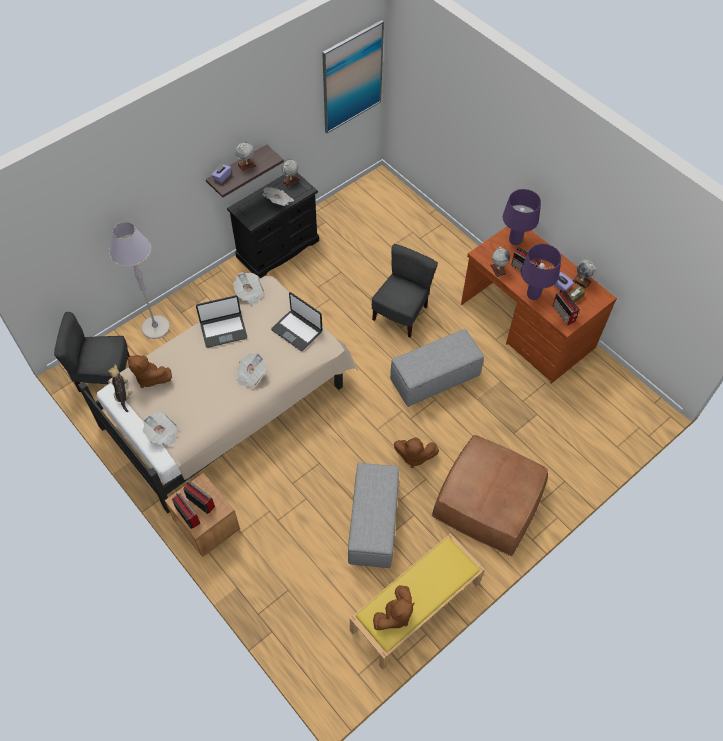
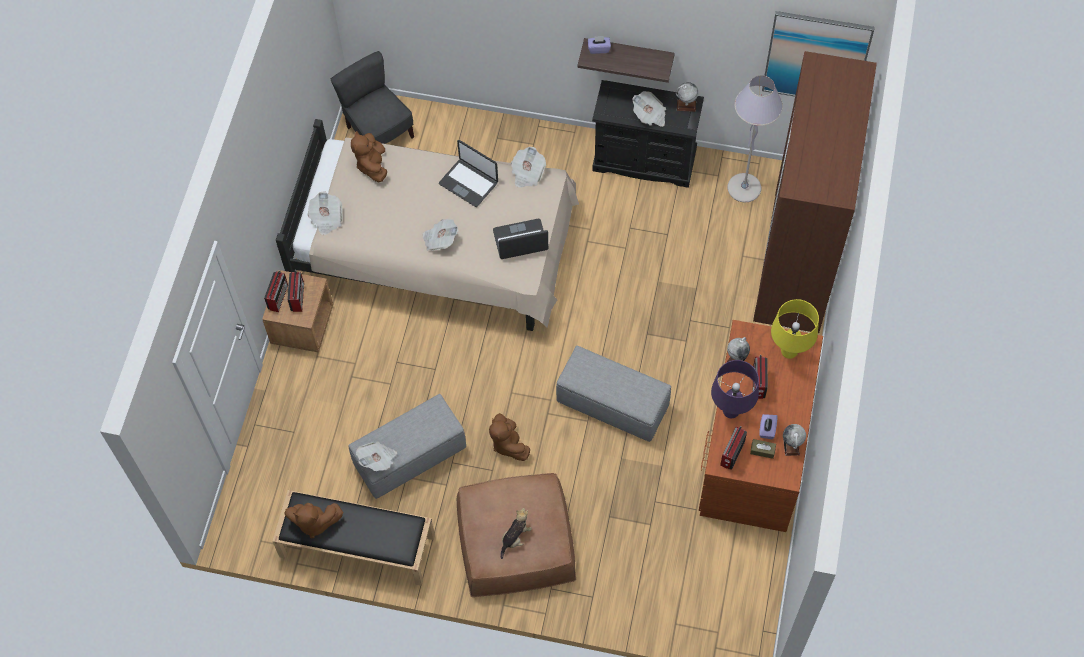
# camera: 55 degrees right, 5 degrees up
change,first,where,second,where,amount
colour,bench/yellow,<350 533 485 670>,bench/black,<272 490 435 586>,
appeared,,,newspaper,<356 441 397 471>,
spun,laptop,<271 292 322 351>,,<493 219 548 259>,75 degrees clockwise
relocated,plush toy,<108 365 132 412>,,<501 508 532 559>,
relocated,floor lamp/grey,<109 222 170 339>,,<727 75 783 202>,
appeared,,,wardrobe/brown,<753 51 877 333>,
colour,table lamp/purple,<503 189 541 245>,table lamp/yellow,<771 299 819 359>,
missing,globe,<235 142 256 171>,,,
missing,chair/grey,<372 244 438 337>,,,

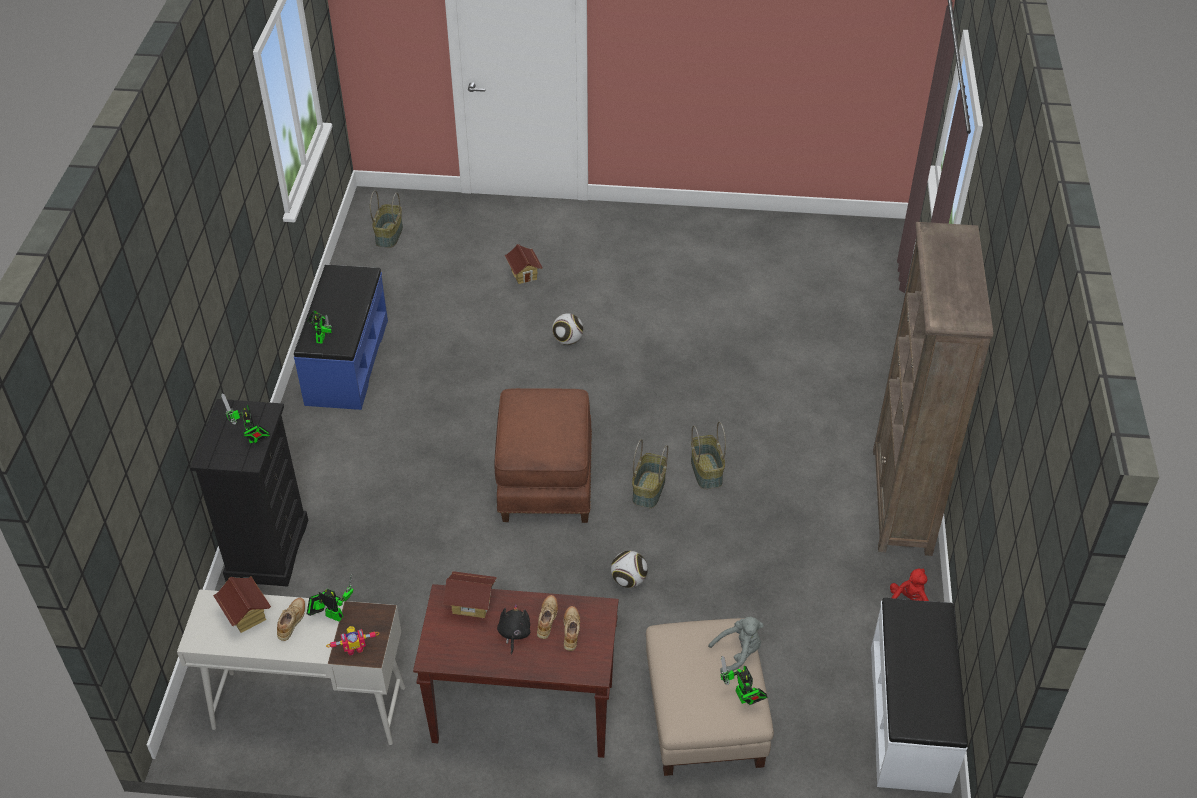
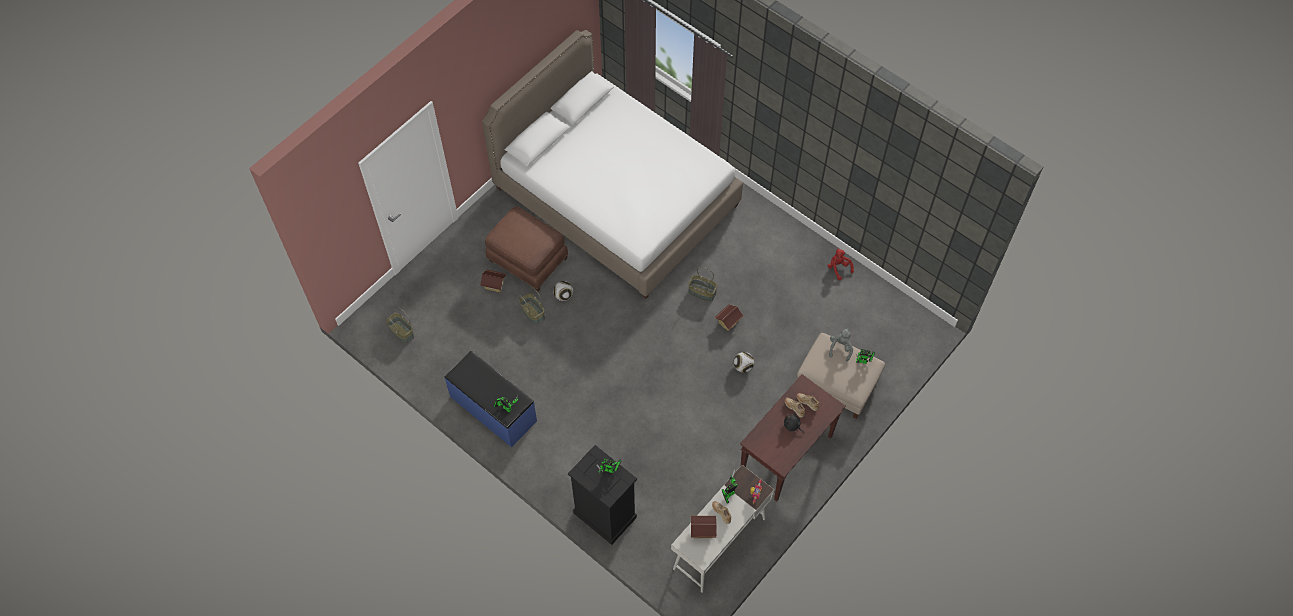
# camera: 55 degrees left, 15 degrees up
change,first,where,second,where,amount
appeared,,,bed/white,<482 30 743 299>,
relocated,ottoman/brown,<495 388 592 523>,,<485 206 568 292>,
relocated,basket,<632 439 668 508>,,<519 287 545 325>,
relocated,toy house,<443 571 497 618>,,<715 304 744 331>,
missing,bench/white,<871 598 968 793>,,,
missing,bookcase/brown,<873 222 993 556>,,,

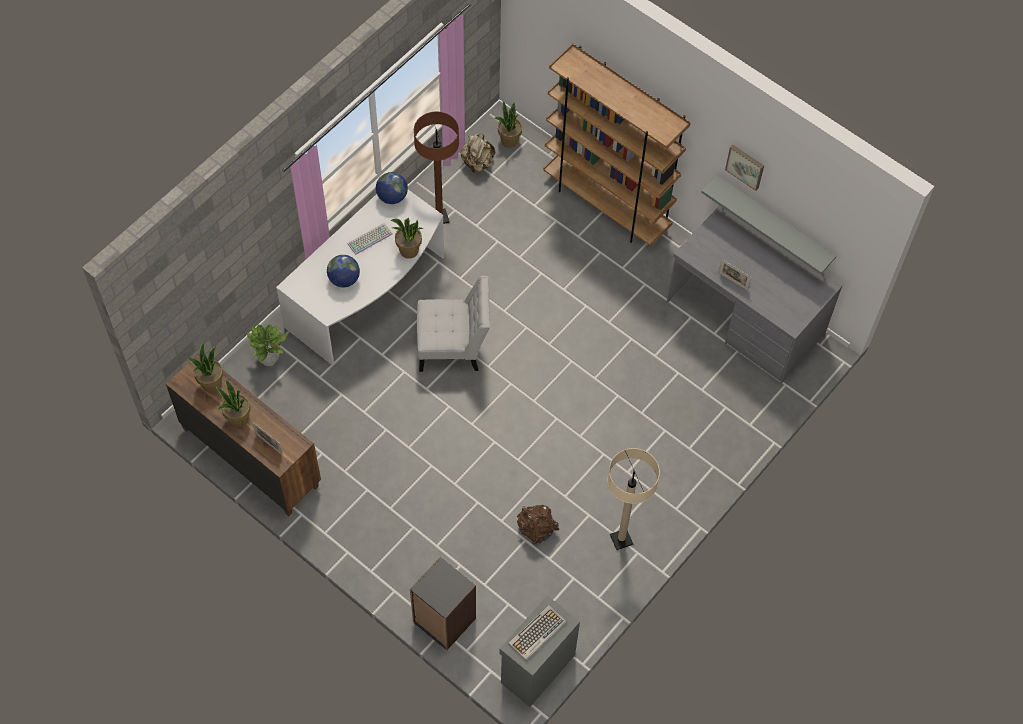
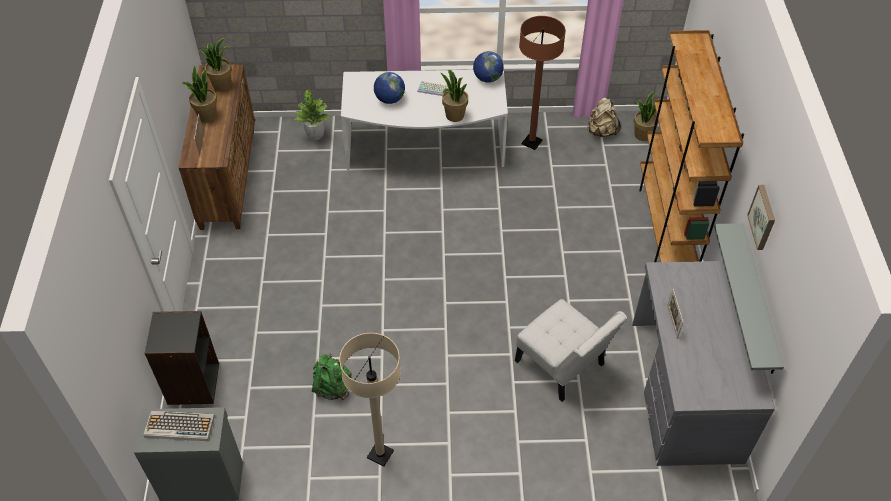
# camera: 50 degrees right, 10 degrees down
change,first,where,second,where,amount
colour,backpack/brown,<517 505 559 545>,backpack/green,<312 354 352 400>,
relocated,chair/white,<417 275 490 372>,,<515 299 627 402>,

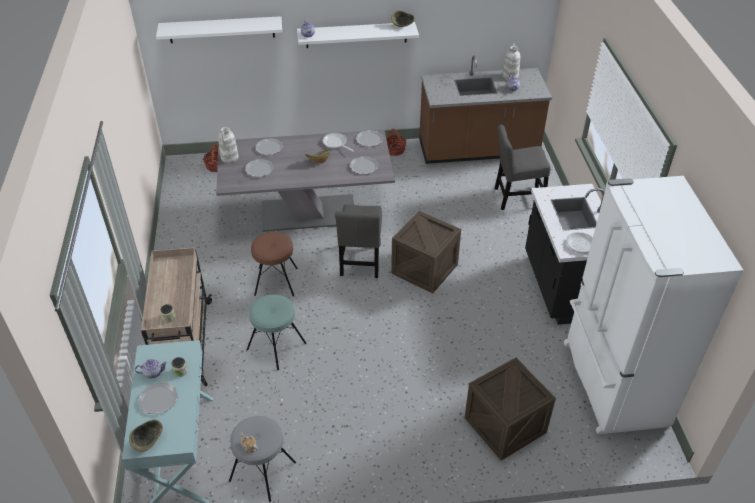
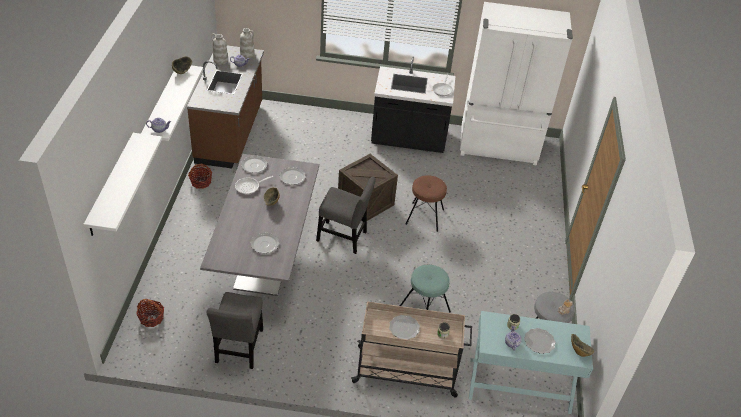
# camera: 80 degrees left, 0 degrees up
change,first,where,second,where,amount
relocated,chair/grey,<495 125 550 210>,,<207 292 263 369>,
relocated,vase/white,<218 127 239 163>,,<240 28 255 58>,
relocated,plate,<255 138 283 155>,,<389 315 420 340>,
relocated,stool/brown,<251 232 298 296>,,<406 175 447 232>,
missing,crate,<464 358 556 461>,,,

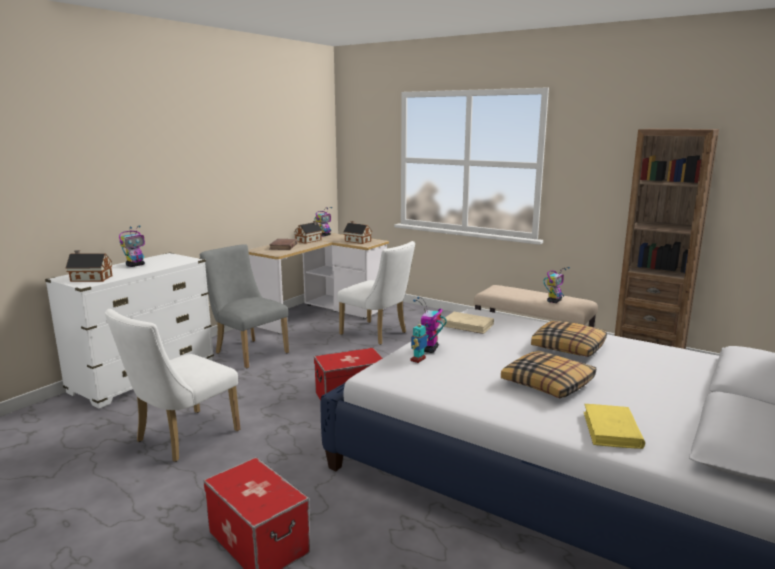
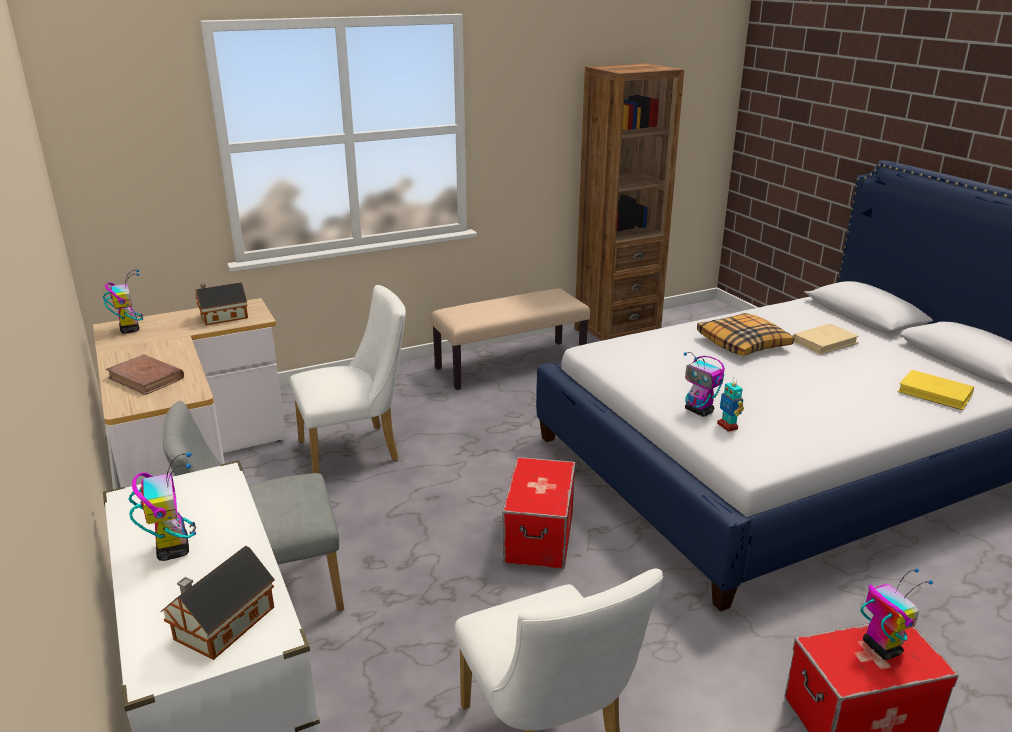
# camera: 60 degrees left, 10 degrees up
change,first,where,second,where,amount
relocated,book/beige,<442 312 494 334>,,<793 324 859 355>,
relocated,toy robot,<543 267 570 303>,,<861 568 933 660>,
missing,toy house,<294 221 323 244>,,,
missing,pillow,<501 351 596 398>,,,

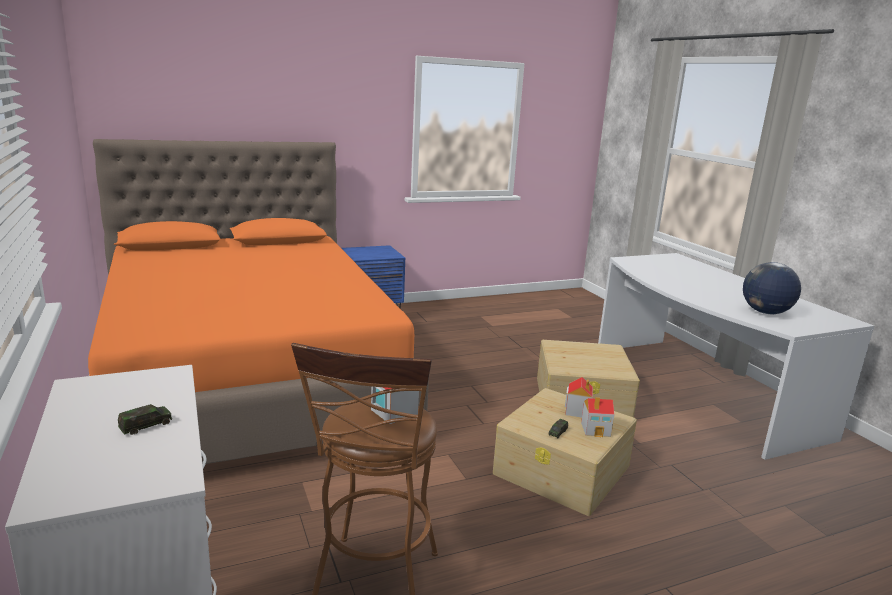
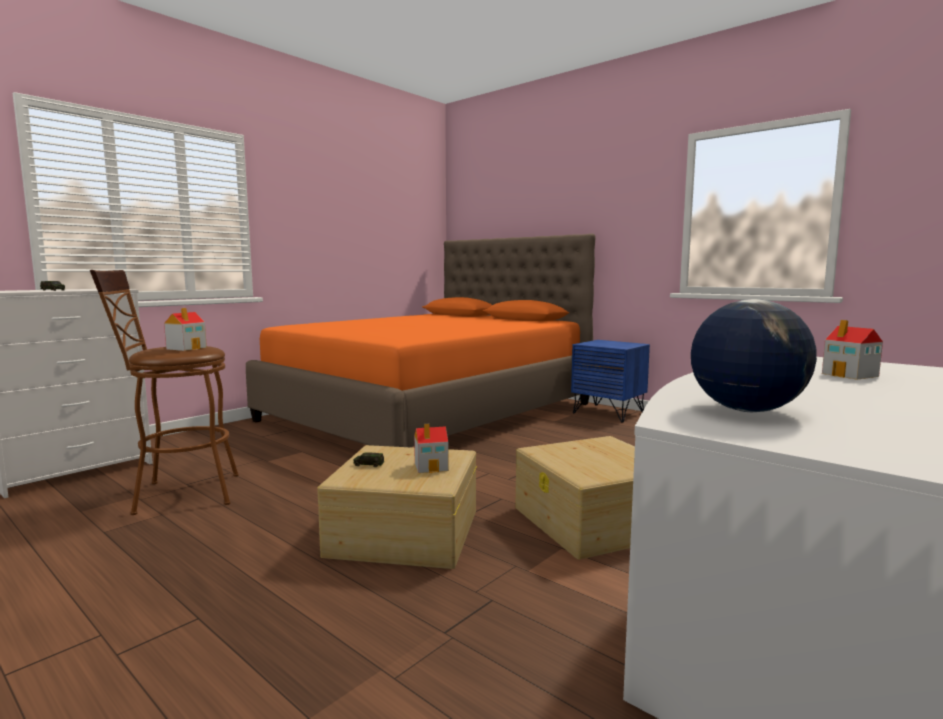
# camera: 65 degrees right, 10 degrees down
change,first,where,second,where,amount
relocated,toy house,<581 397 614 437>,,<822 320 883 380>,

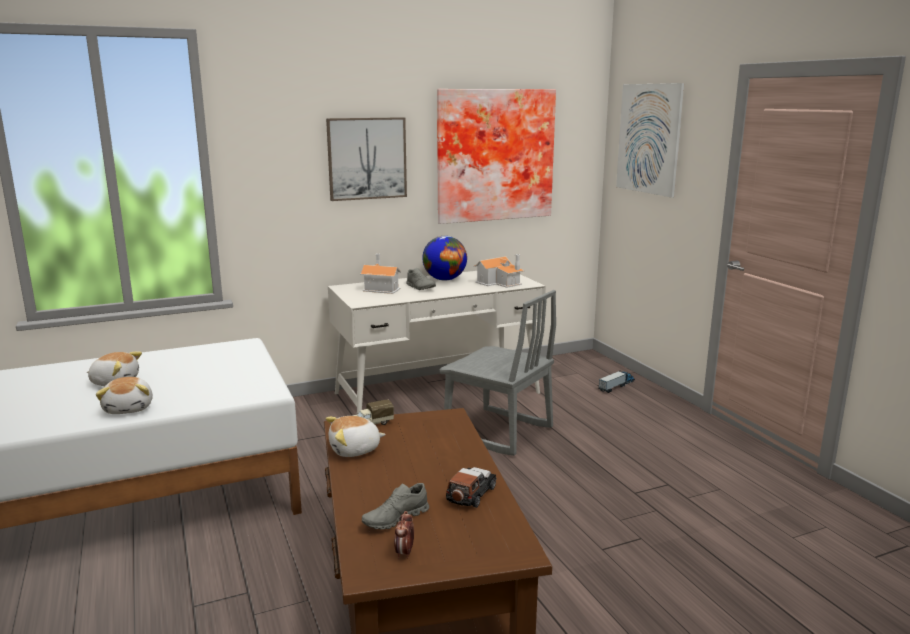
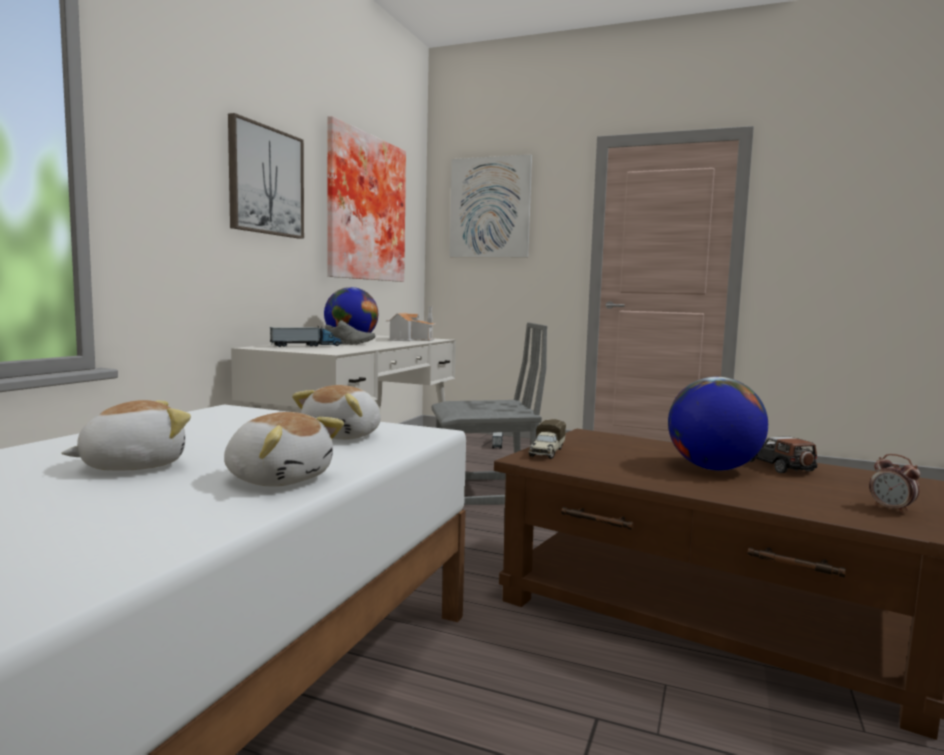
# camera: 45 degrees left, 10 degrees down
change,first,where,second,where,amount
exchanged,toy house,<360 254 401 294>,toy truck,<270 326 342 347>,
relocated,plush toy,<325 416 386 457>,,<292 385 381 440>,
appeared,,,globe,<668 377 768 471>,
missing,shoe/grey,<362 483 429 530>,,,

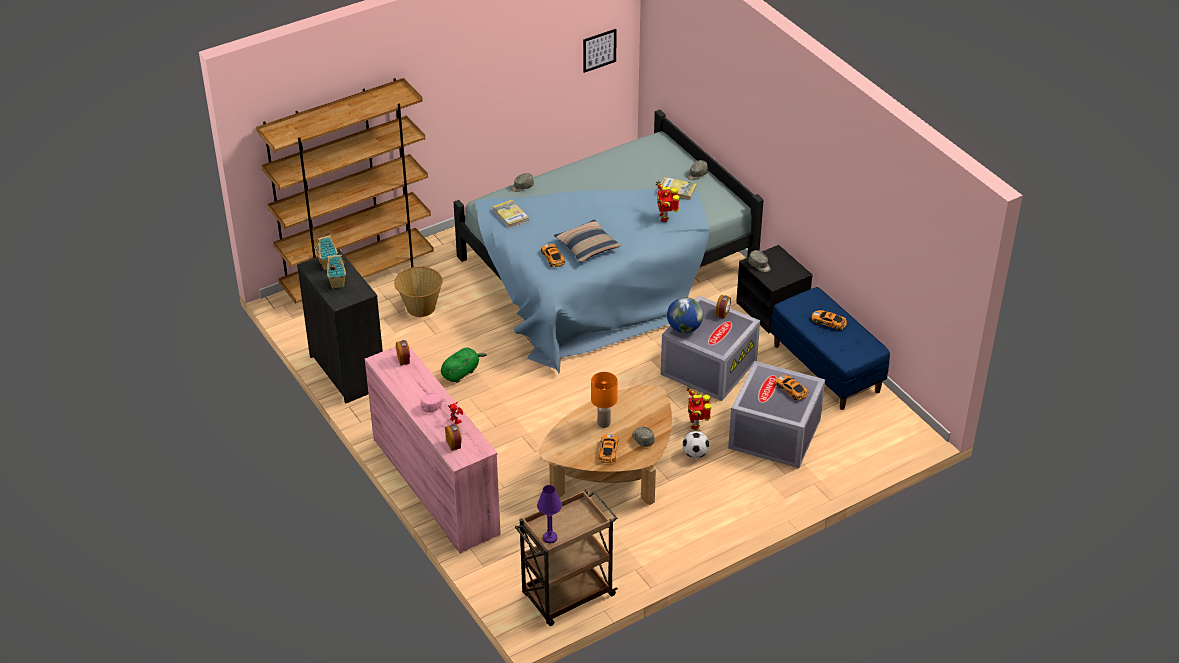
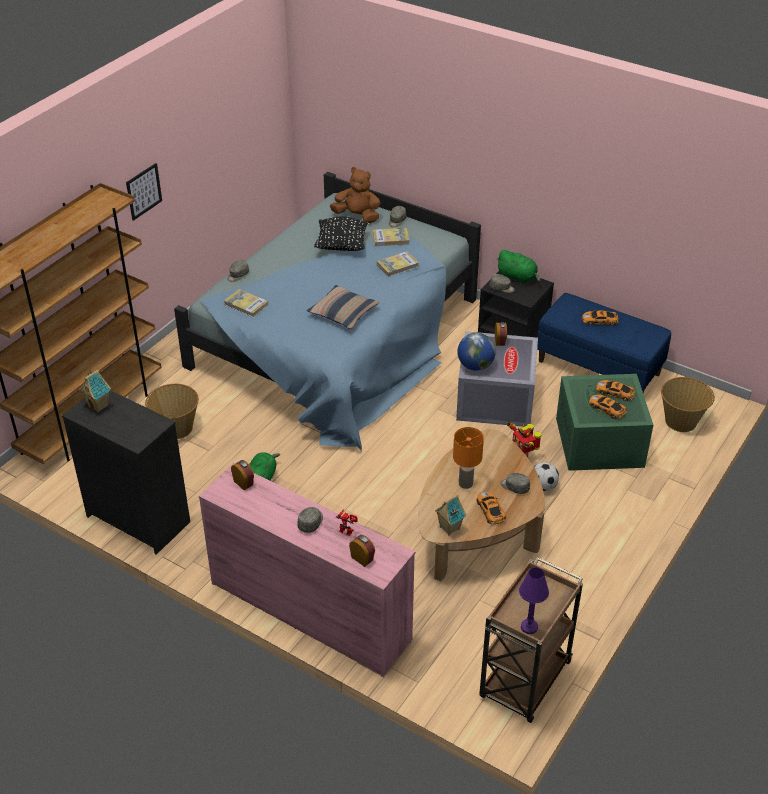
# camera: 25 degrees left, 0 degrees up
change,first,where,second,where,amount
relocated,picture,<583 29 617 73>,,<126 163 162 221>,
colour,cap/pink,<420 393 447 413>,cap/grey,<297 507 323 533>,
appeared,,,pillow/black,<314 217 369 251>,
appeared,,,plush toy/brown,<330 167 381 223>,
exchanged,toy robot,<656 180 679 222>,book,<377 251 419 277>,
relocated,toy house,<326 255 346 289>,,<435 495 467 535>,
appeared,,,plush toy/green,<496 250 540 283>,
colour,storage box/grey,<728 361 825 468>,storage box/green,<556 374 653 471>,
relocated,toy car,<541 244 565 267>,,<589 394 627 419>,
appeared,,,basket,<661 377 715 432>,

